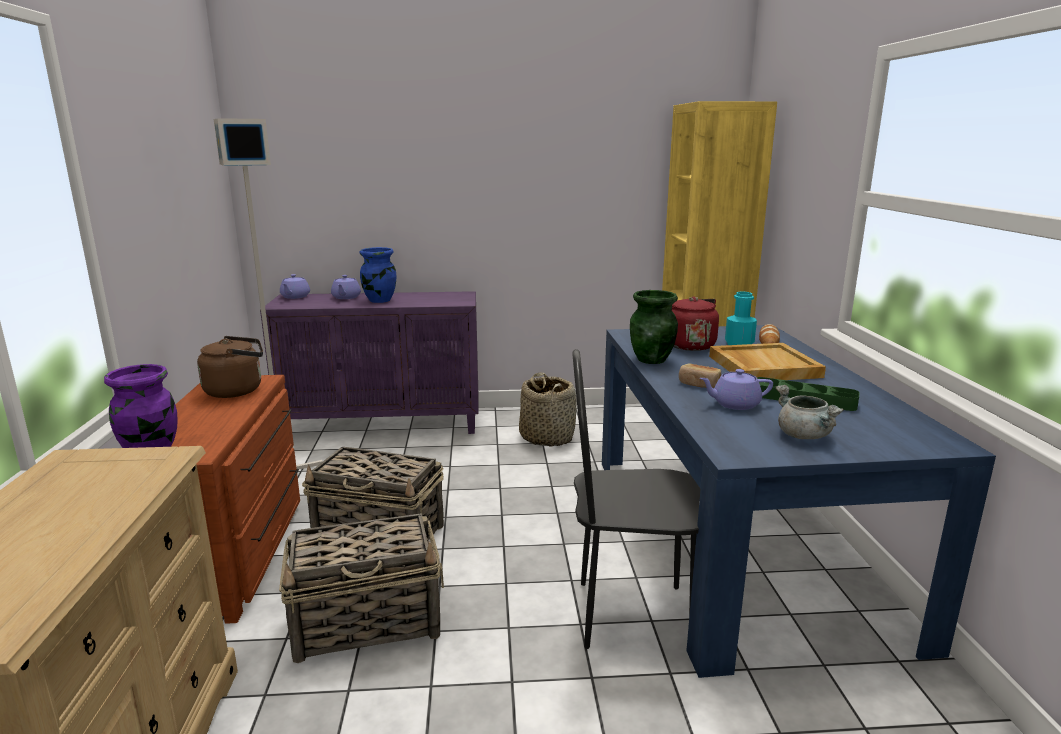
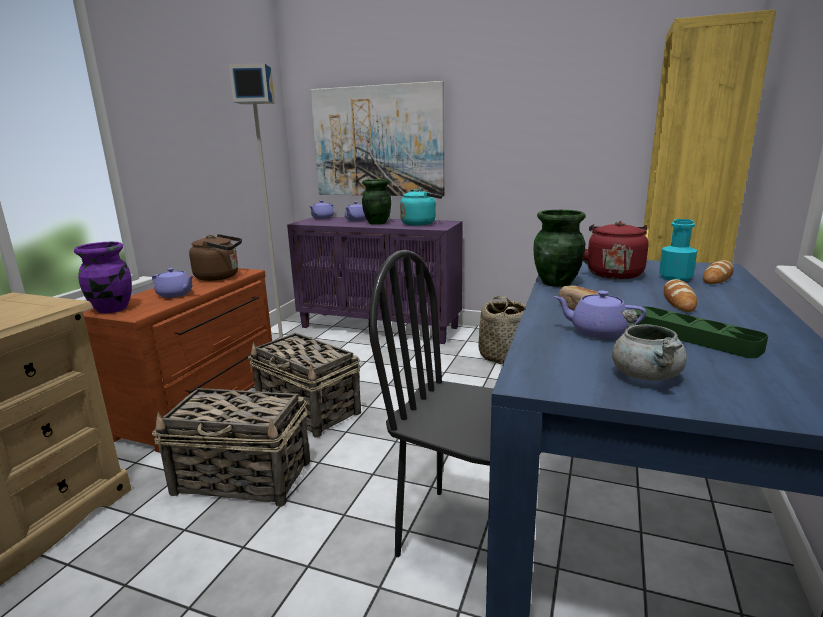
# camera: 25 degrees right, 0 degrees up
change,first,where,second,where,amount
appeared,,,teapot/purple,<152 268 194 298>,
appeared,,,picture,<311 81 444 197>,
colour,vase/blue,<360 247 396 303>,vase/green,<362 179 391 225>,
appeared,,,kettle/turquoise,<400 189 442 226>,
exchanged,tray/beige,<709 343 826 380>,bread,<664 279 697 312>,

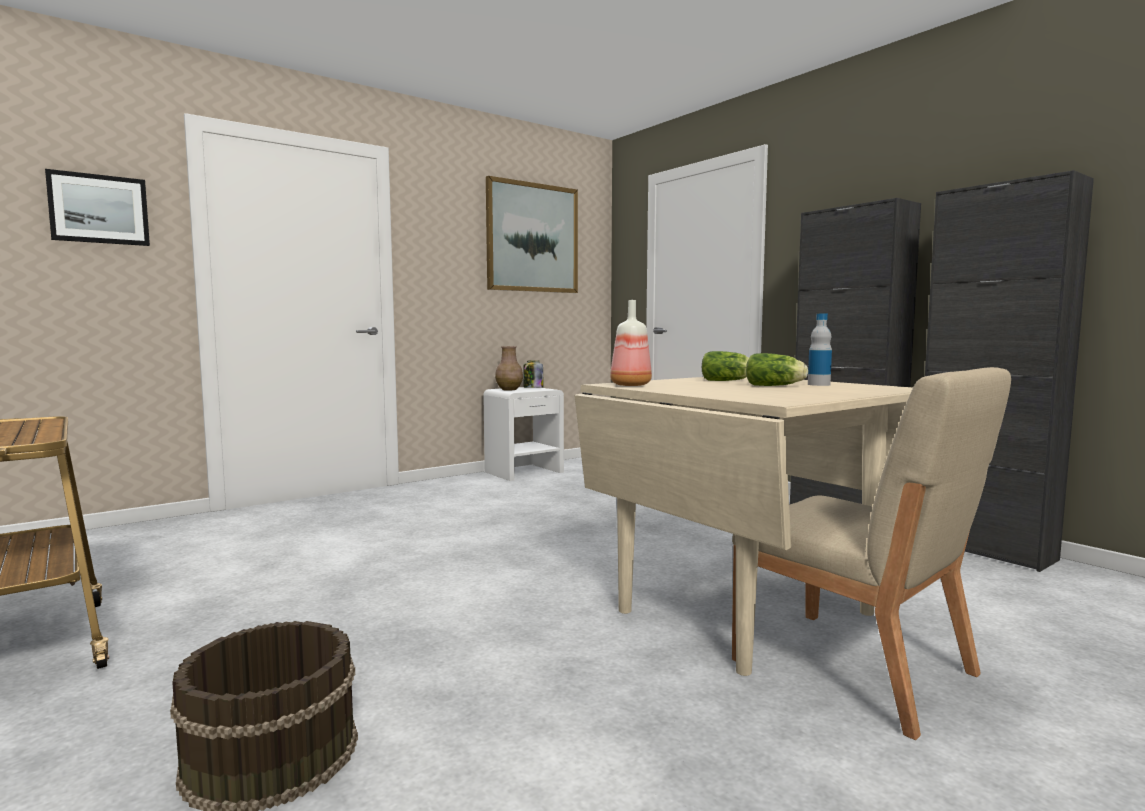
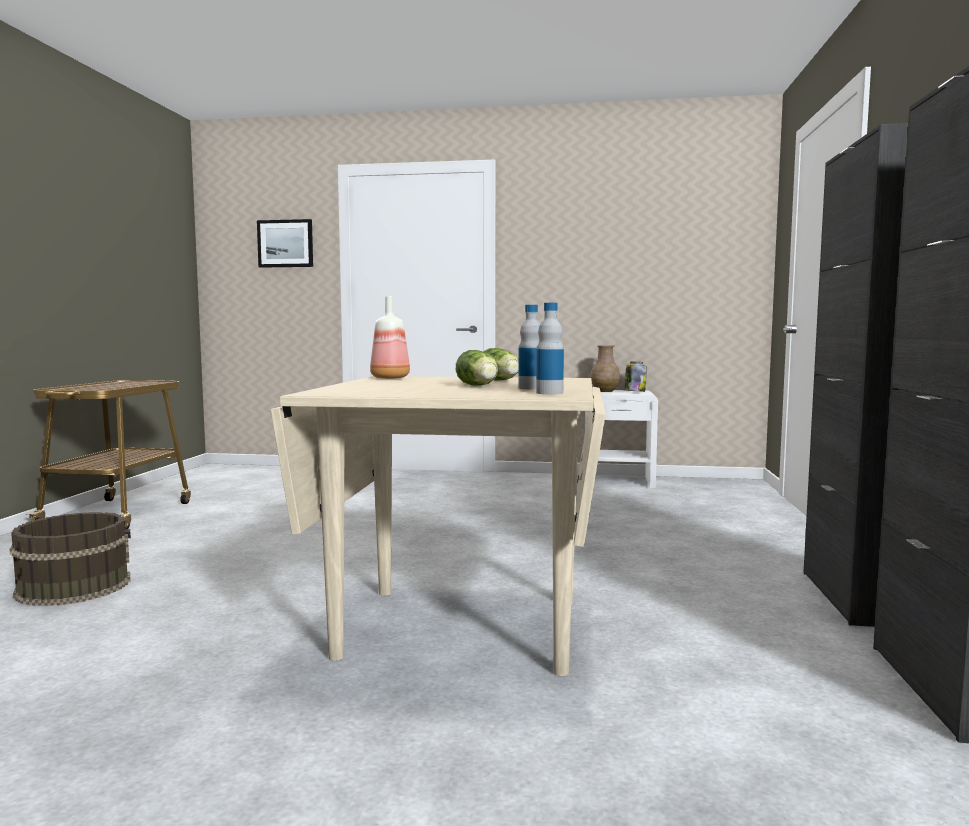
# camera: 45 degrees right, 0 degrees up
change,first,where,second,where,amount
appeared,,,bottle,<536 303 564 394>,
missing,picture,<486 176 578 293>,,,
missing,chair/beige,<732 367 1011 740>,,,

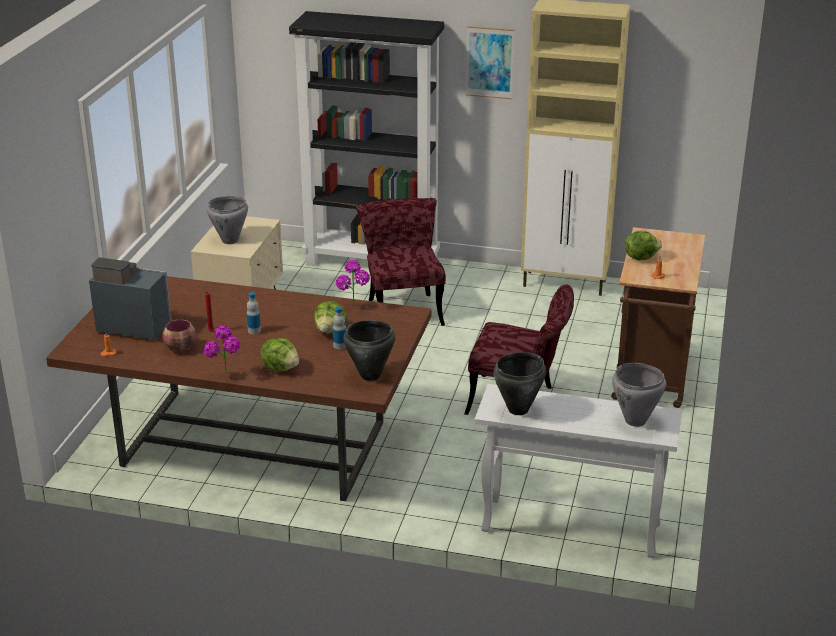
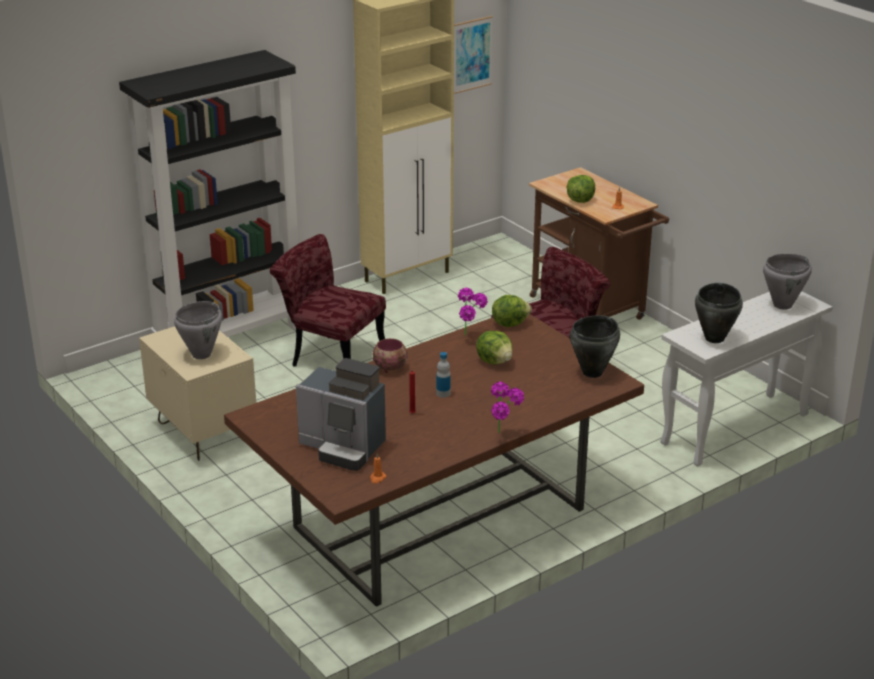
# camera: 50 degrees left, 0 degrees up
change,first,where,second,where,amount
spun,coffee machine,<89 258 172 340>,,<296 358 386 471>,120 degrees counterclockwise
relocated,bowl,<162 319 197 351>,,<373 338 408 373>,
relocated,picture,<466 26 515 99>,,<454 16 493 94>,
relocated,lettuce,<261 338 299 372>,,<492 295 532 327>,
missing,bottle,<333 307 346 349>,,,

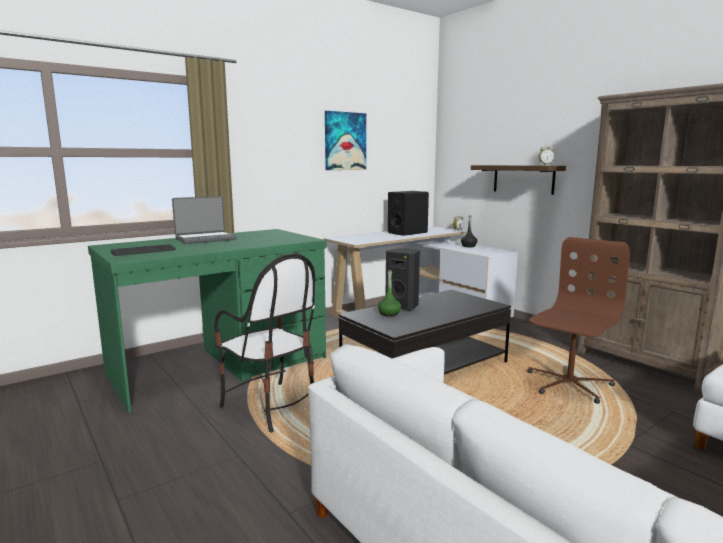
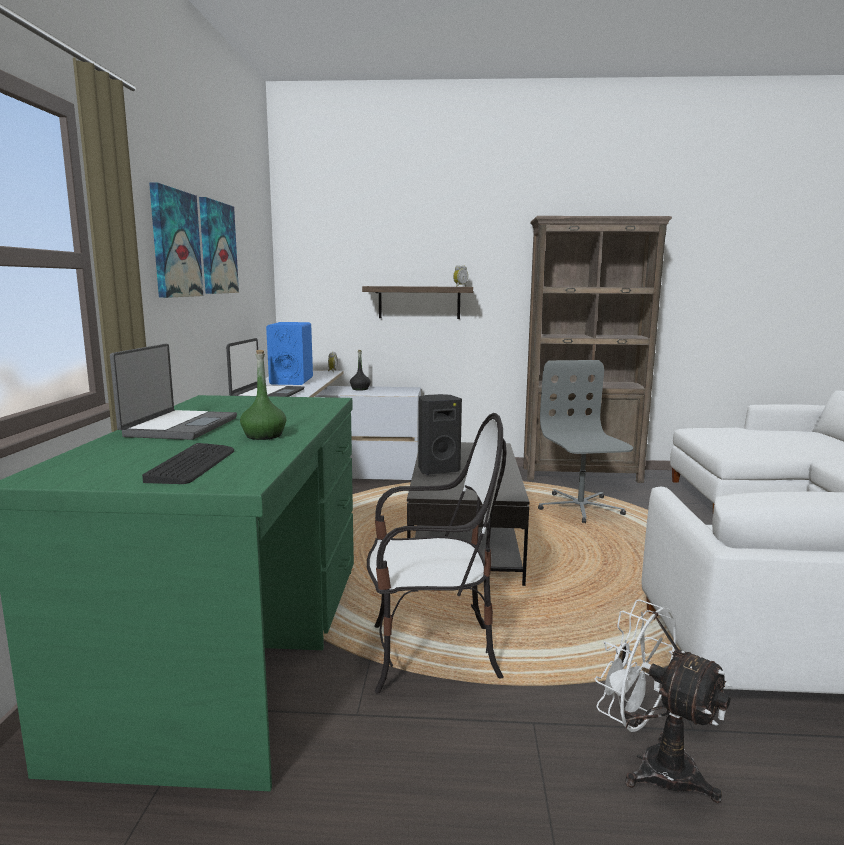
# camera: 50 degrees left, 0 degrees up
change,first,where,second,where,amount
appeared,,,picture,<149 182 203 298>,
appeared,,,laptop,<226 338 304 397>,
relocated,bottle/green,<378 270 401 317>,,<240 350 286 440>,
colour,speaker/black,<388 191 429 236>,speaker/blue,<266 322 313 385>,
colour,office chair/brown,<527 237 630 404>,office chair/grey,<538 360 633 523>,
appeared,,,fan/white,<595 599 732 803>,

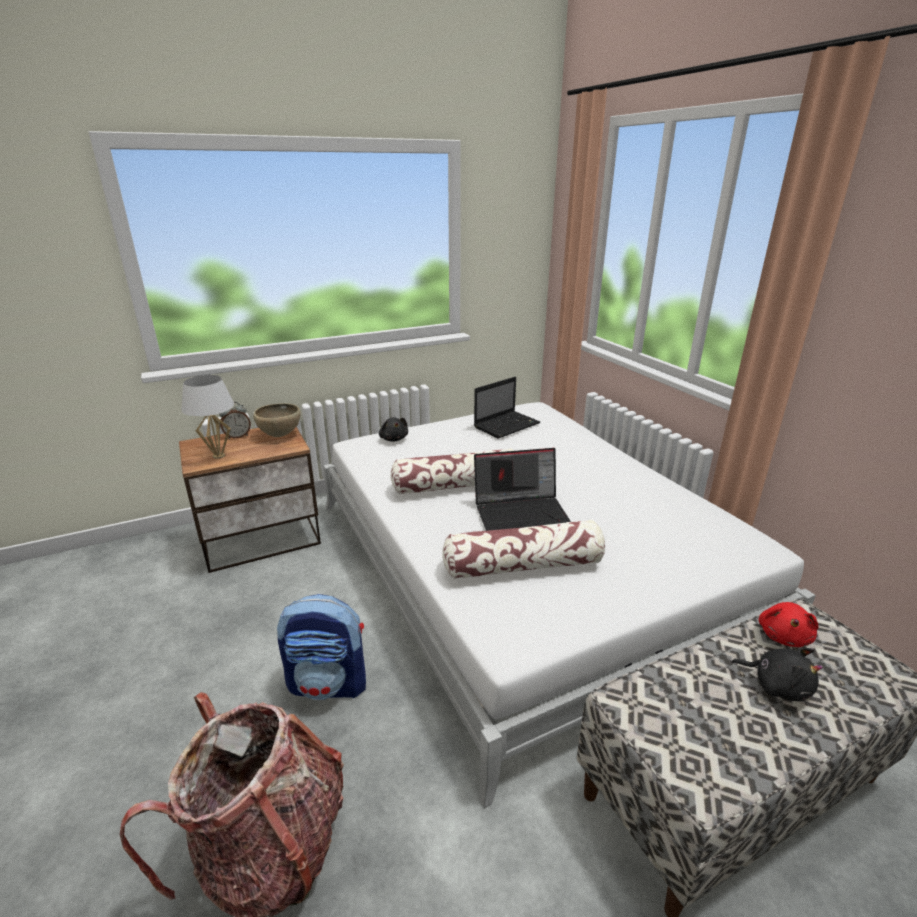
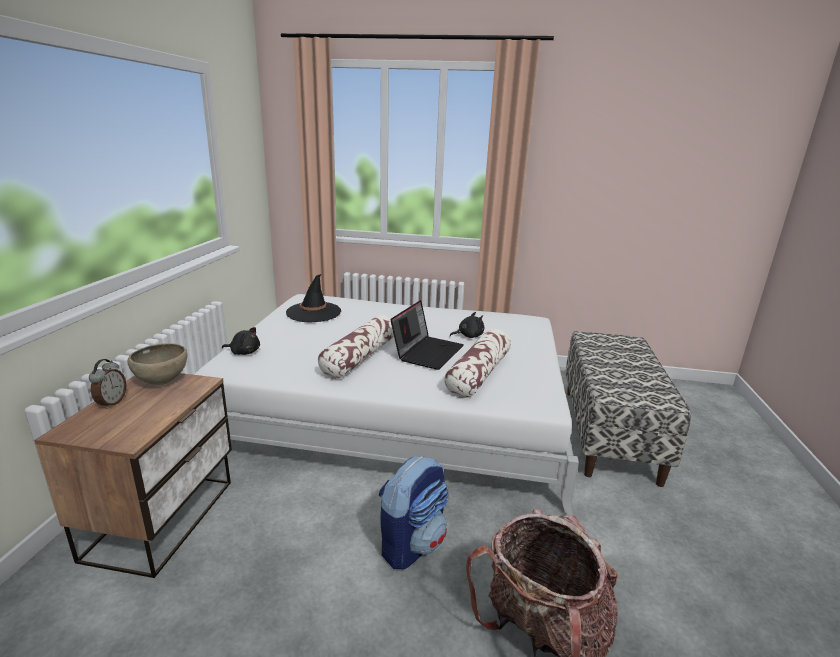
# camera: 55 degrees left, 5 degrees down
change,first,where,second,where,amount
exchanged,laptop,<474 377 540 439>,hat/black,<286 274 341 322>,
relocated,plush toy/black,<731 648 823 701>,,<450 312 484 338>,
missing,table lamp/white,<181 375 235 459>,,,
missing,plush toy/red,<759 602 819 647>,,,

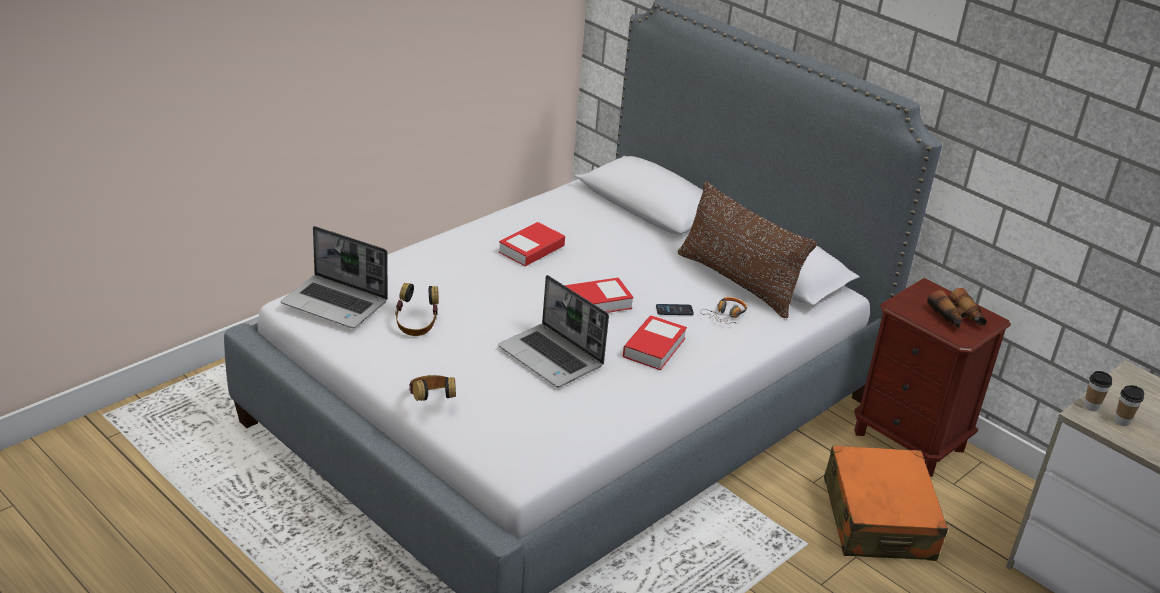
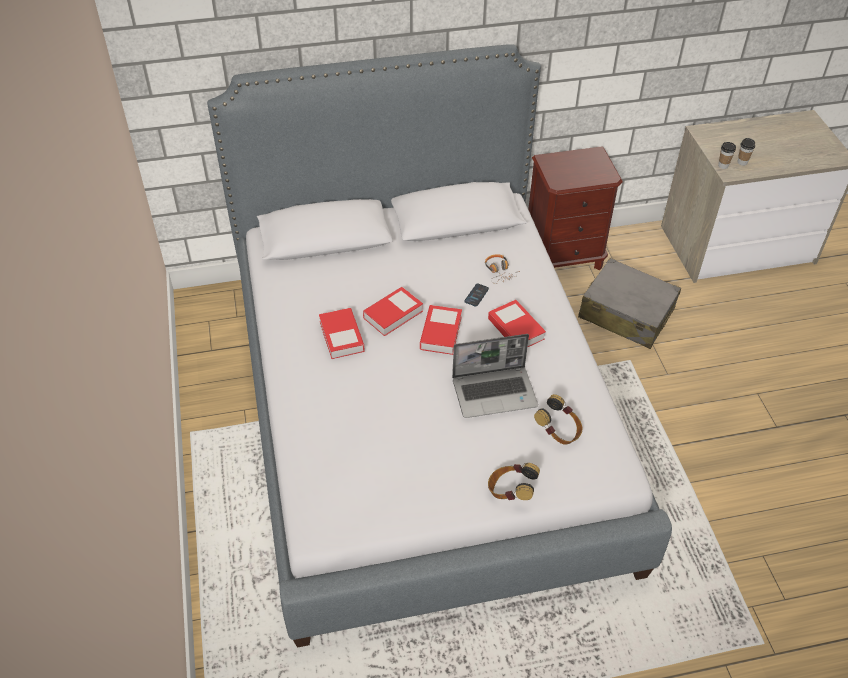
# camera: 55 degrees left, 15 degrees up
change,first,where,second,where,amount
appeared,,,book,<363 287 423 336>,
relocated,headphones,<395 283 439 336>,,<534 394 582 445>,
colour,suitcase/orange,<824 446 948 561>,suitcase/grey,<578 258 681 349>,
missing,laptop,<281 226 388 328>,,,
missing,pillow/brown,<678 182 817 318>,,,
missing,binoculars,<927 288 987 329>,,,

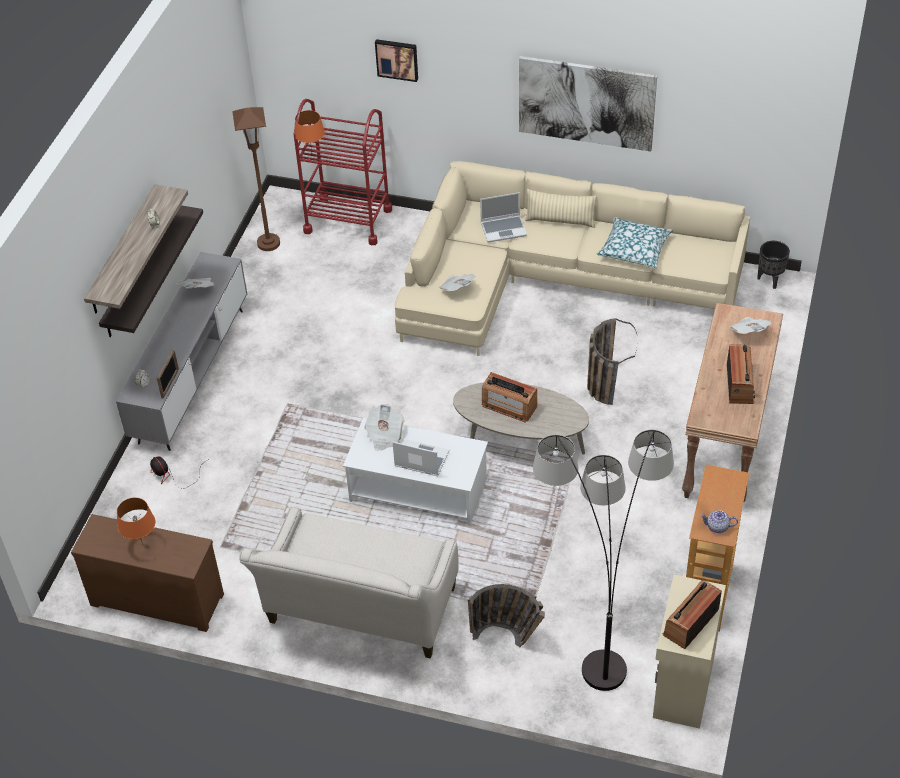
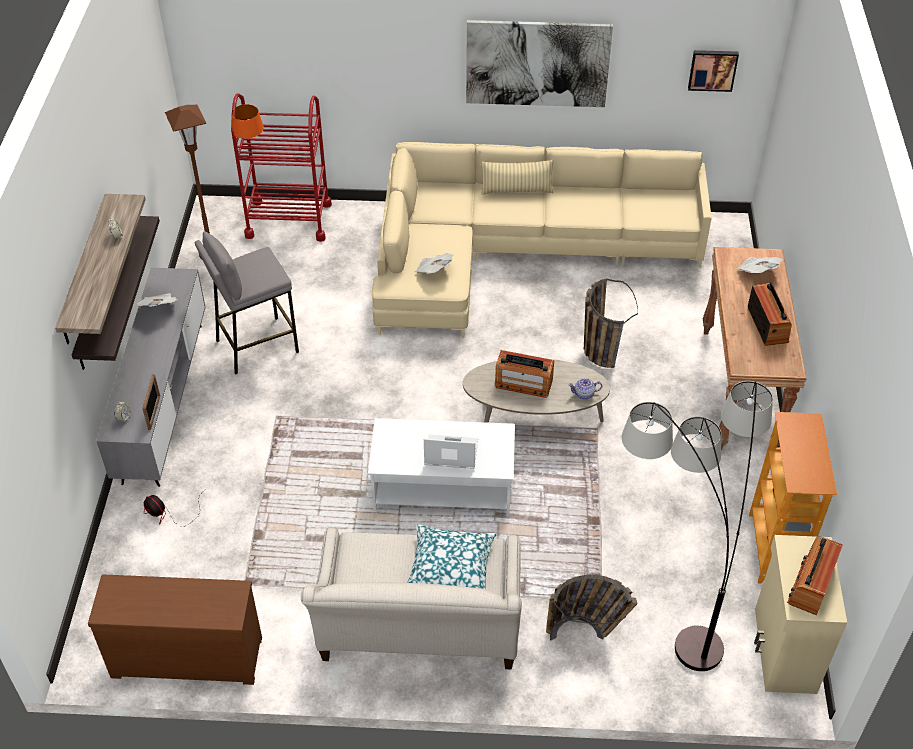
# camera: 15 degrees left, 0 degrees up
change,first,where,second,where,amount
appeared,,,stool/grey,<195 232 299 375>,
relocated,pillow,<597 217 673 268>,,<407 524 496 589>,
relocated,teapot,<700 510 738 533>,,<568 378 602 399>,
relocated,picture,<375 39 418 82>,,<688 50 739 92>,
missing,table lamp/orange,<117 498 155 545>,,,
missing,newspaper,<365 404 405 451>,,,
missing,laptop,<480 192 527 243>,,,
missing,planter/black,<757 241 790 289>,,,

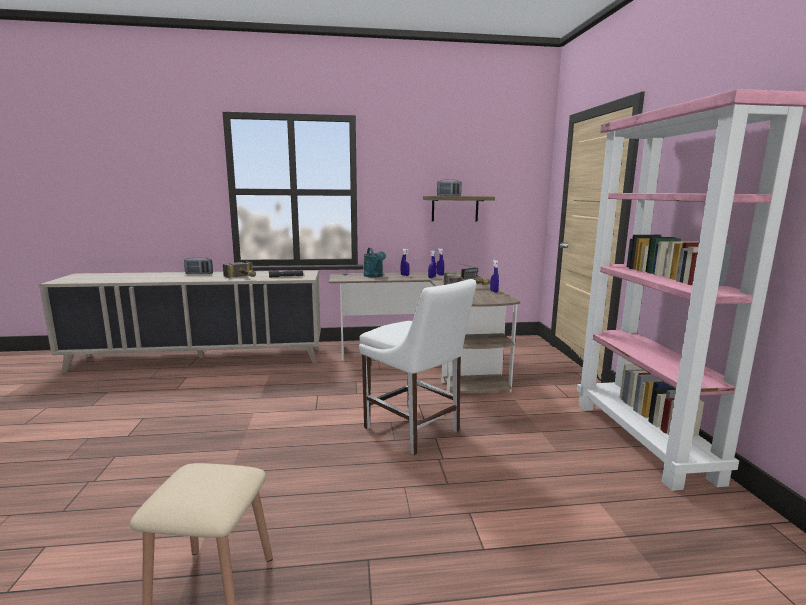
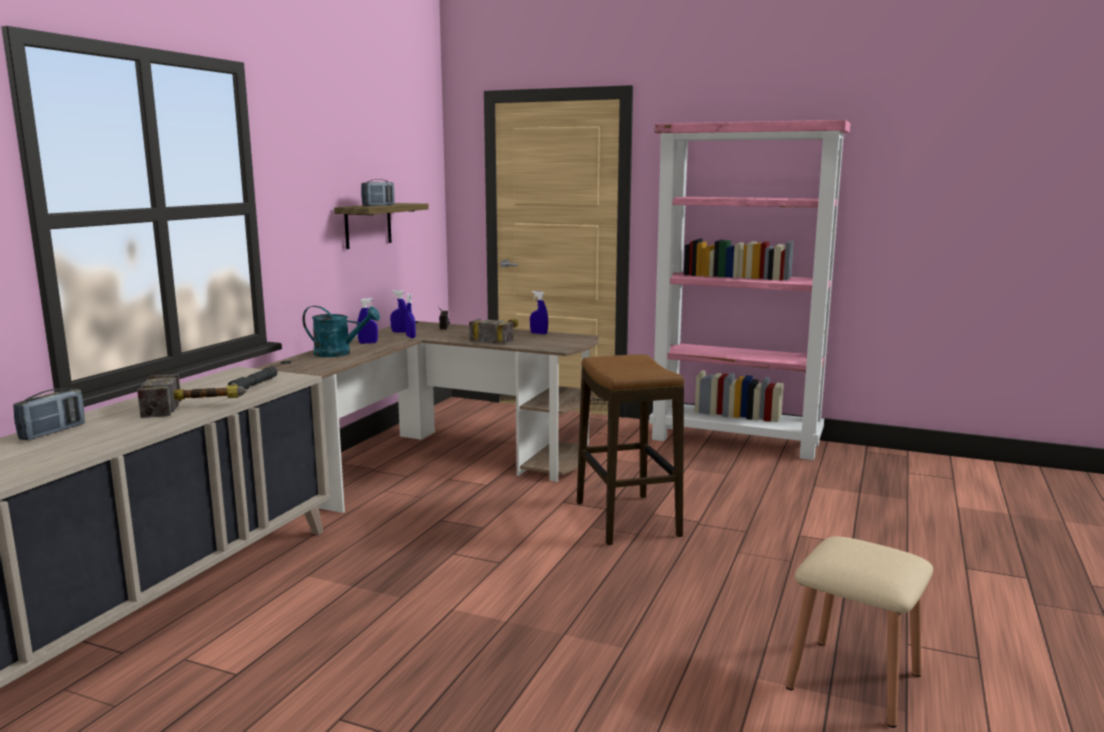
# camera: 60 degrees left, 0 degrees up
change,first,where,second,where,amount
exchanged,chair/white,<359 279 477 455>,stool,<577 354 684 545>,

